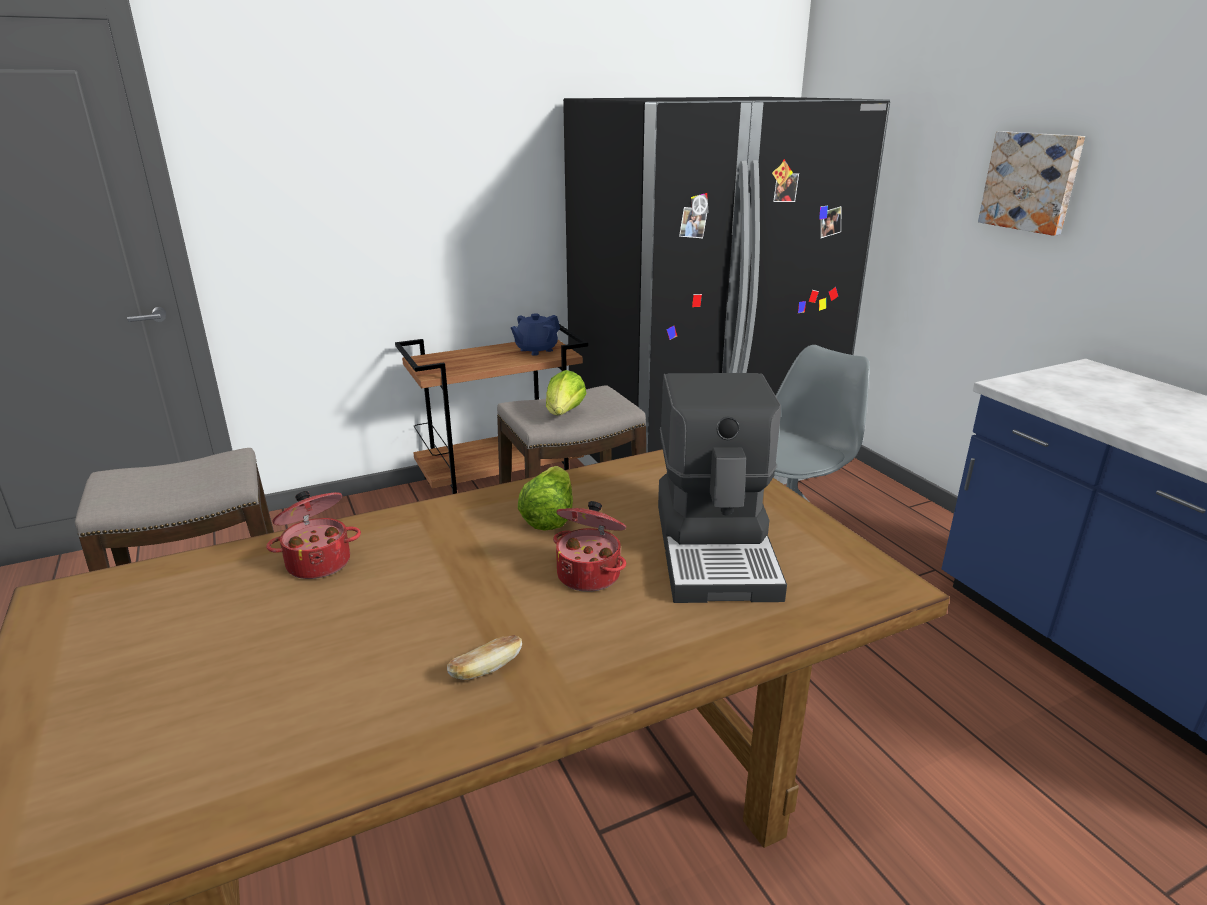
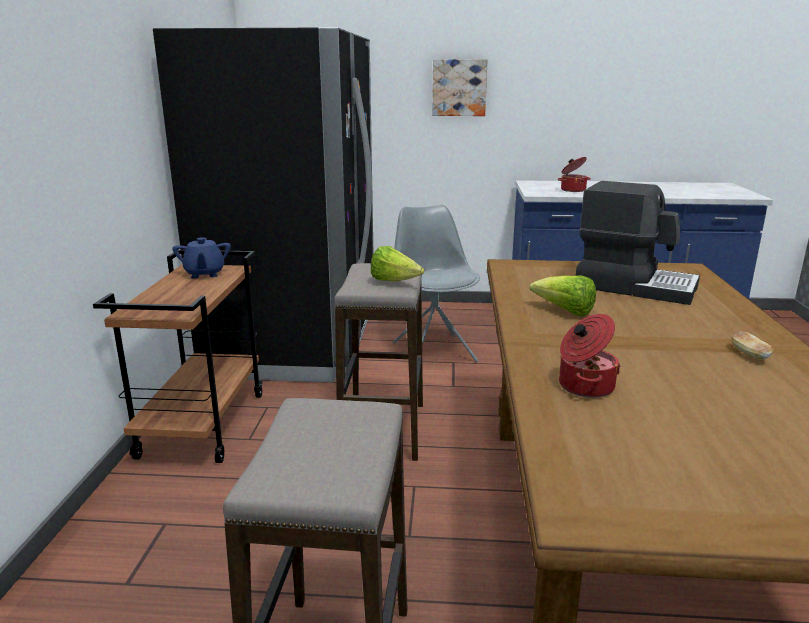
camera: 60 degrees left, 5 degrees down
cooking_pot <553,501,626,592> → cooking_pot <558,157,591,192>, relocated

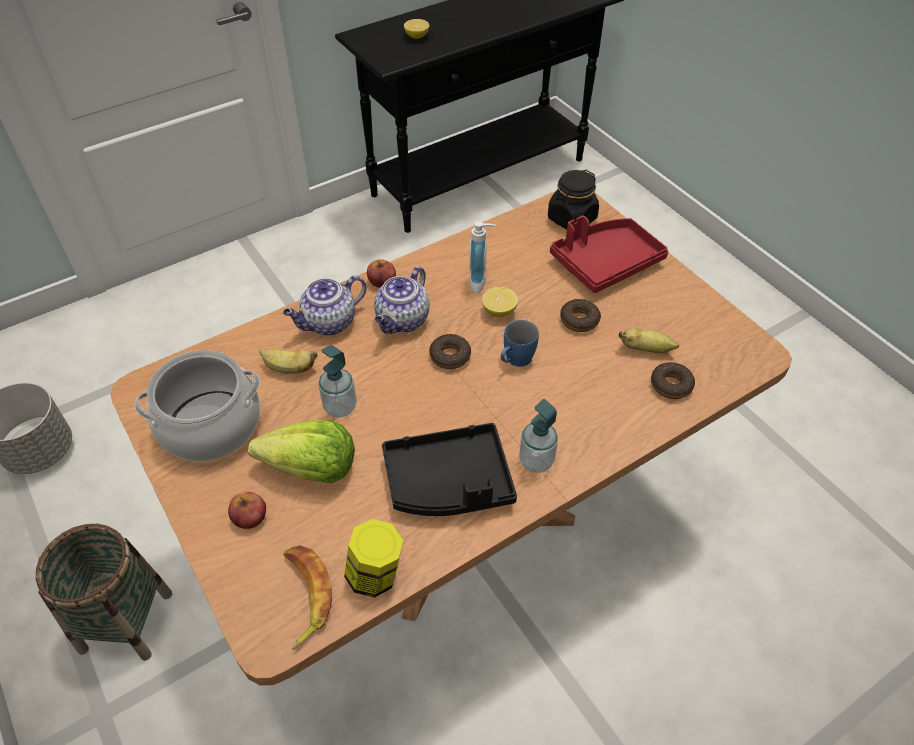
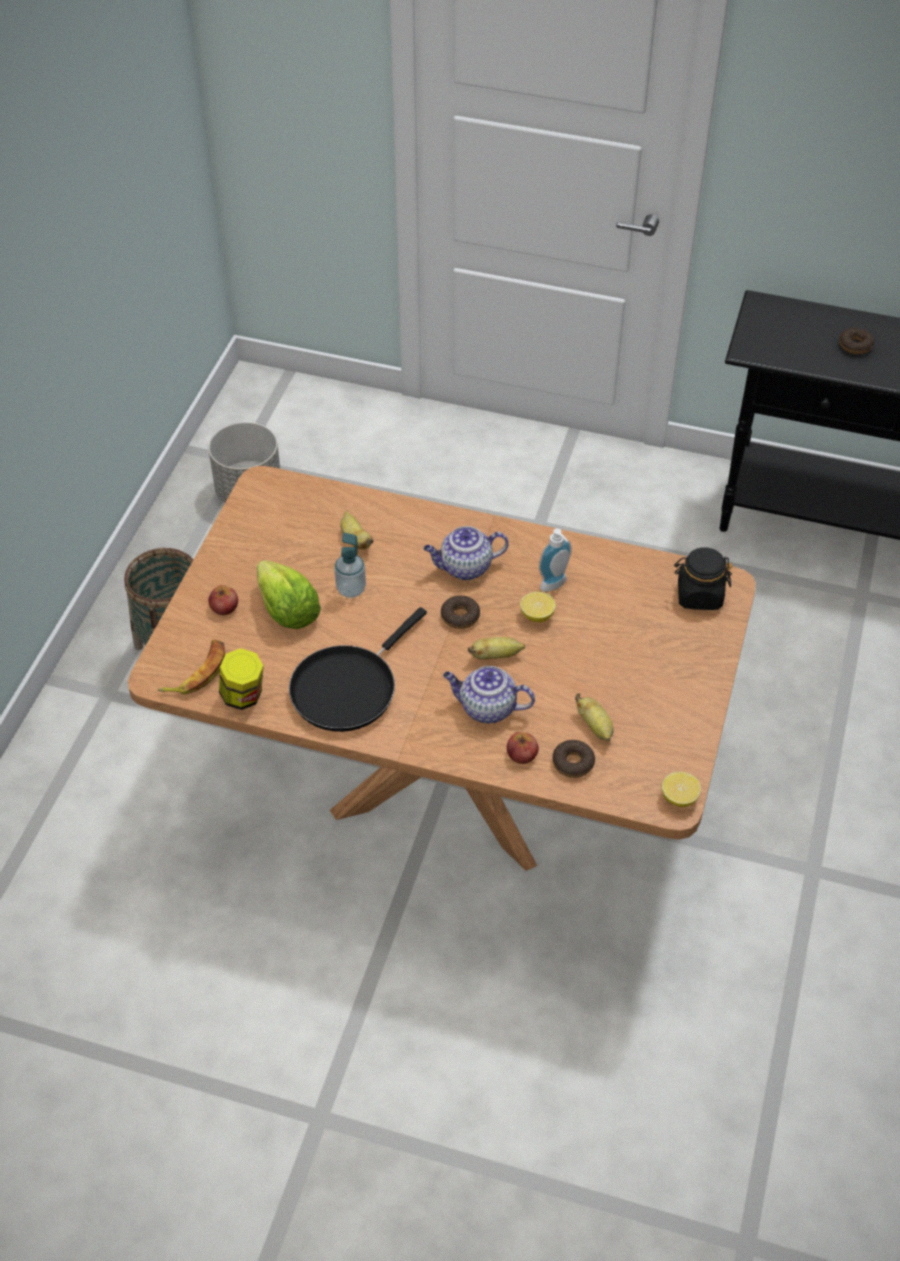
camera: 50 degrees right, 0 degrees up
black_serving_tray <382,423,517,516> → black_pan <289,607,427,732>
tea_pot <283,275,367,336> → tea_pot <443,666,535,723>, relocated
bluish_tea_mug <501,320,539,367> → banana <468,637,525,660>
apple <367,259,396,288> → apple <507,732,539,764>, relocated
lemon <404,19,429,39> → lemon <661,772,701,807>, relocated
ring_doughnut <560,299,601,332> → ring_doughnut <839,327,874,354>, relocated
cooking_pot <135,350,260,462> → -
liquid_soap_bottle <519,399,558,473> → -
red-coloured_serving_tray <550,216,669,293> → -

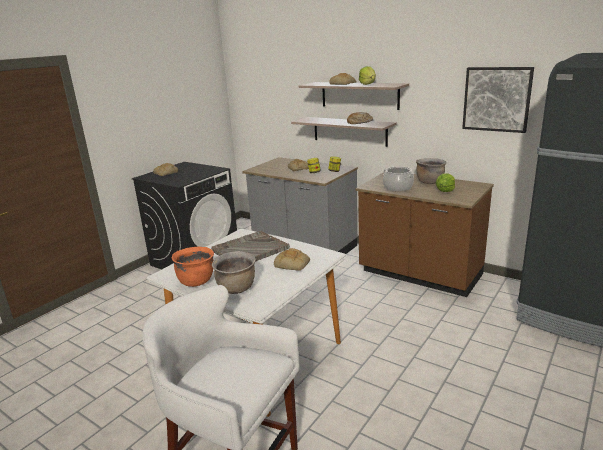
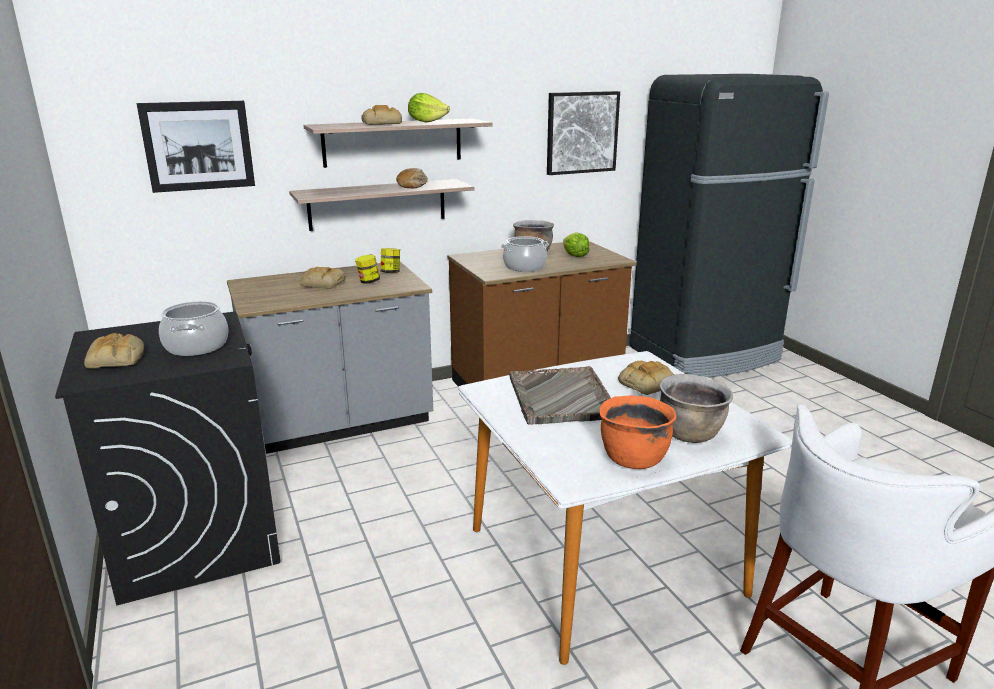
camera: 60 degrees left, 0 degrees up
- → wall_picture <137,101,255,193>
- → cooking_pot <159,301,228,356>

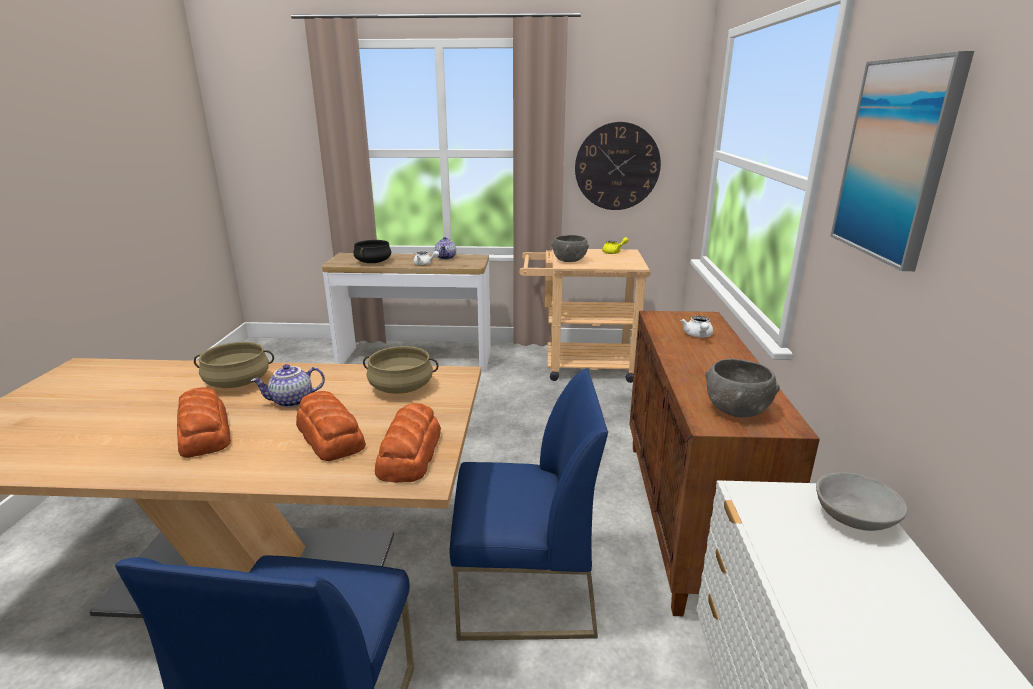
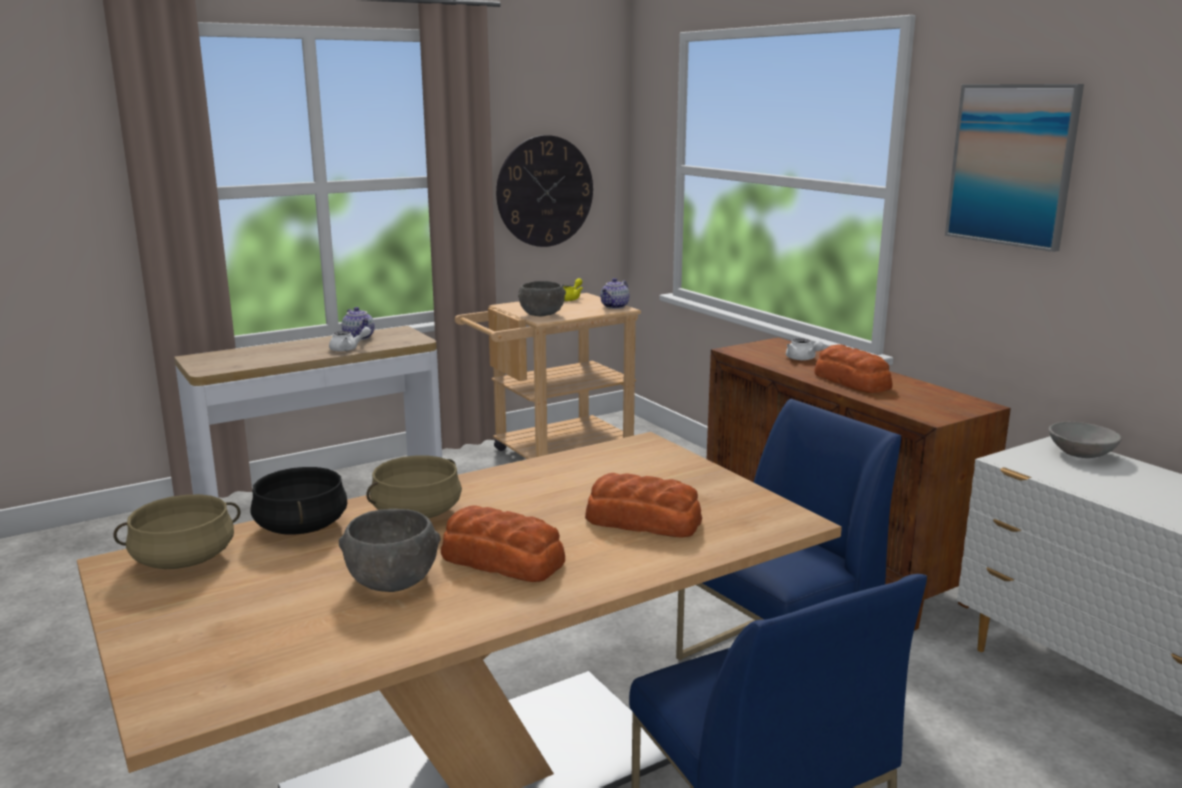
camera: 35 degrees left, 5 degrees down
beige-coloured_cooking_pot <363,346,438,394> → beige-coloured_cooking_pot <113,494,241,569>, relocated
black_cooking_pot <354,240,391,263> → black_cooking_pot <251,467,347,535>, relocated
greyish_bowl <705,359,780,418> → greyish_bowl <339,509,440,592>, relocated
tea_pot <251,364,325,408> → tea_pot <600,278,630,309>, relocated
baked_bread <375,403,441,483> → baked_bread <814,344,892,393>, relocated

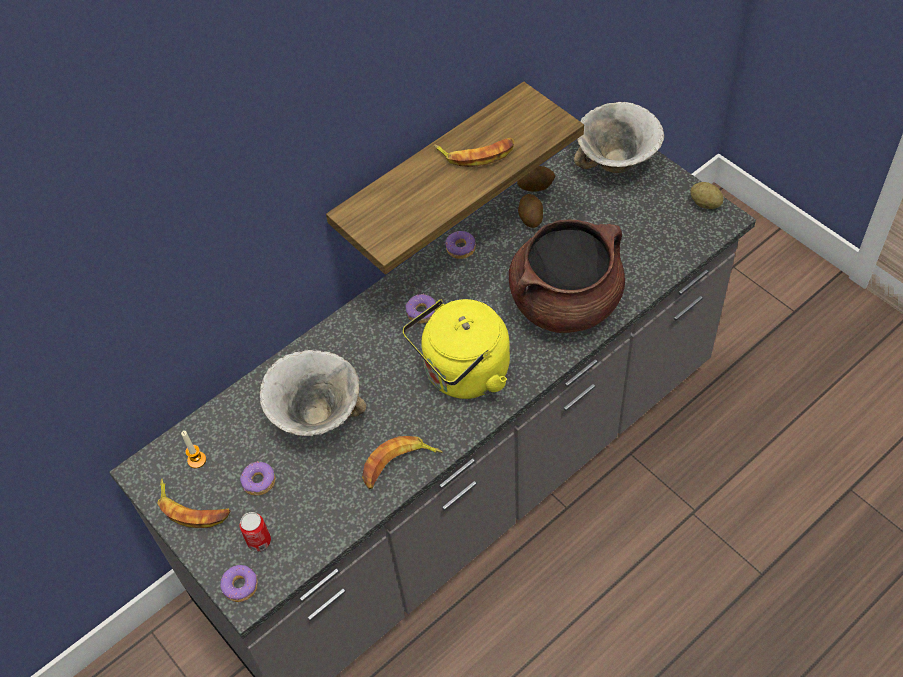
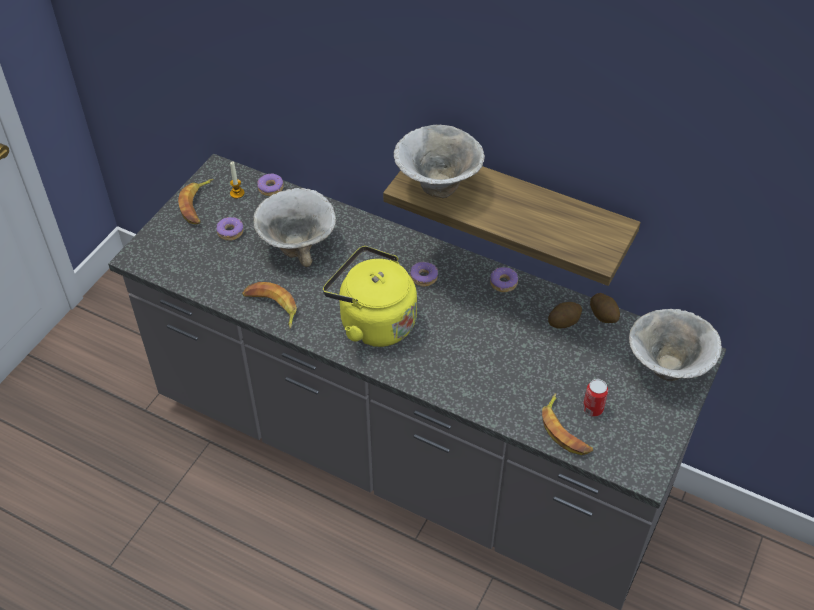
camera: 65 degrees right, 5 degrees down
ring_doughnut <220,565,258,602> → ring_doughnut <257,174,284,196>, relocated
- → bowl <394,125,485,198>
banana <434,138,514,167> → banana <542,393,593,455>, relocated
can <239,512,271,551> → can <583,379,608,417>, relocated
brown_cooking_pot <509,219,625,333> → -
whole_potato <690,182,724,209> → -

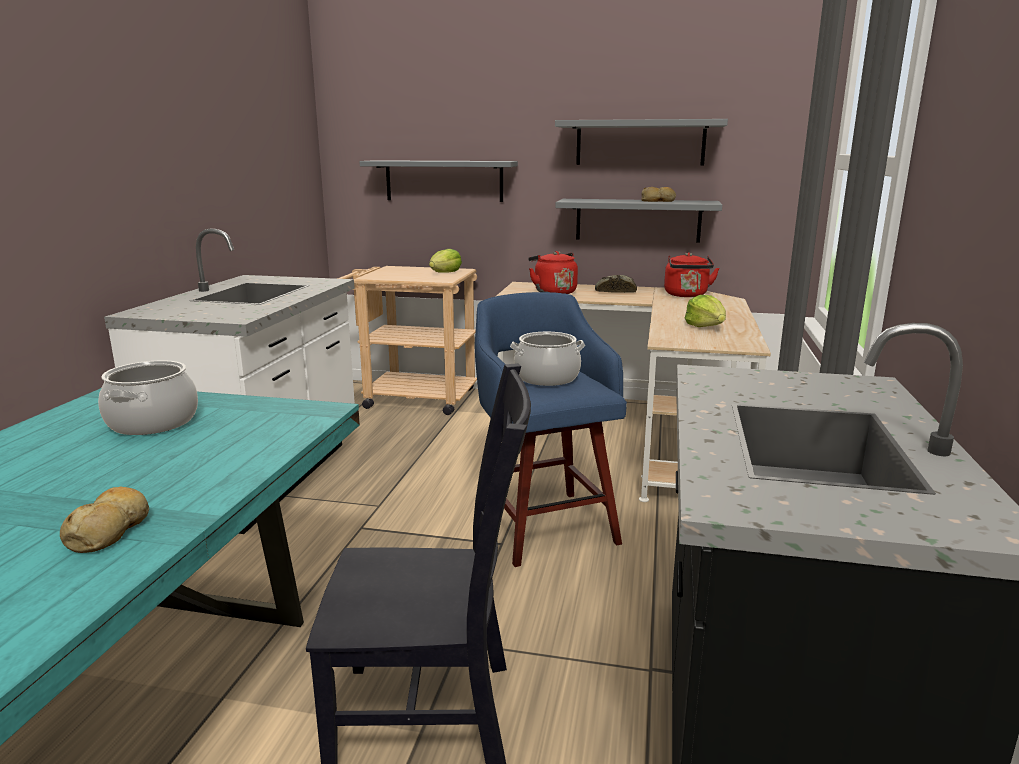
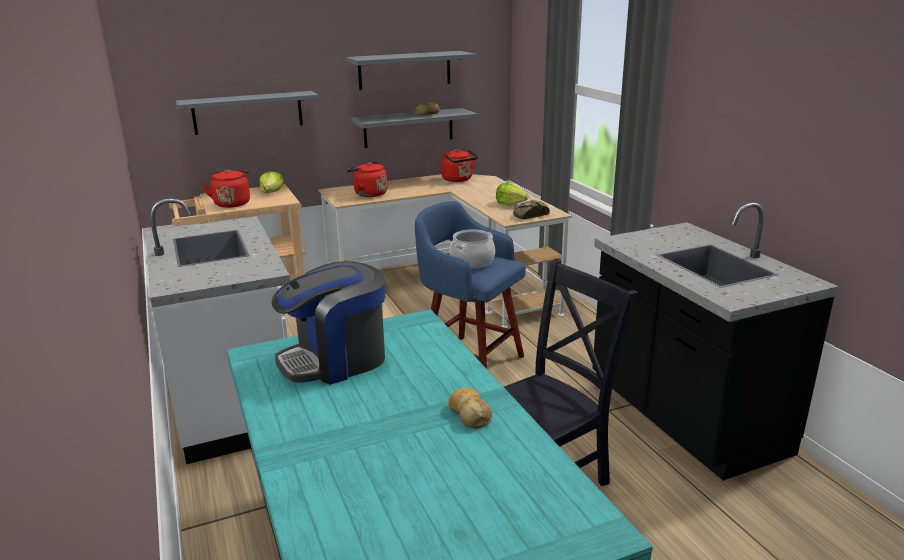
camera: 35 degrees left, 5 degrees up
- → red-coloured_kettle <202,169,250,208>
cooking_pot <98,360,198,435> → coffee_machine <272,261,385,385>
baked_bread <595,275,637,293> → baked_bread <513,200,550,219>, relocated

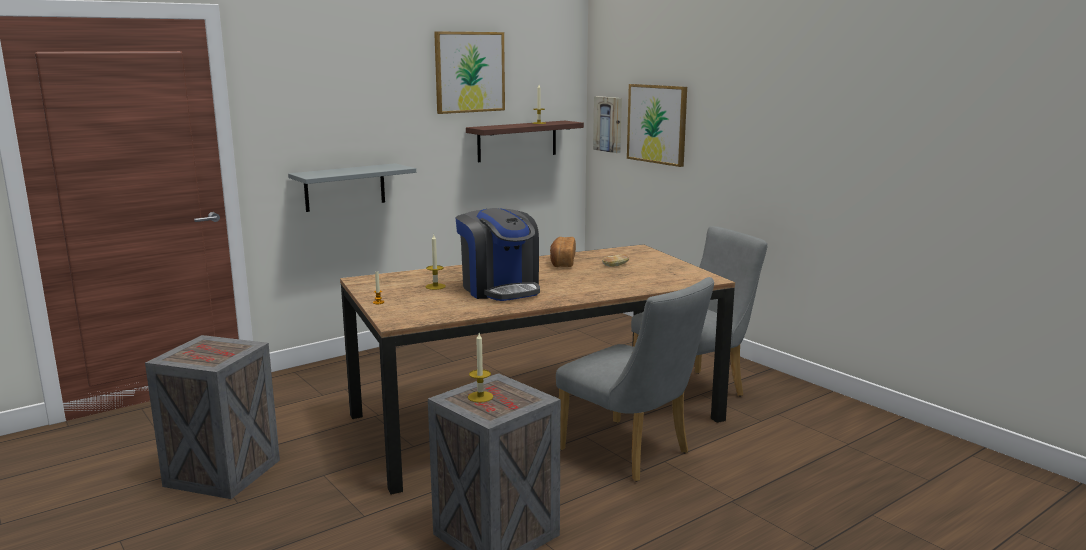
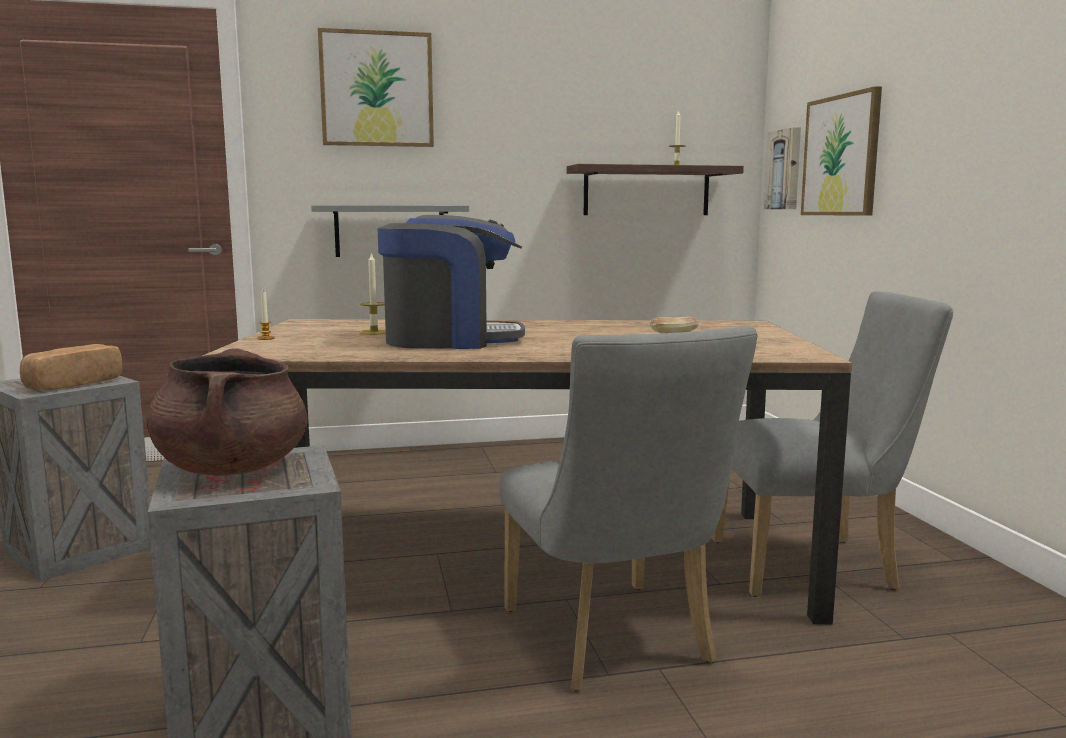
camera: 25 degrees right, 5 degrees down
baked_bread <550,237,576,267> → baked_bread <20,344,122,390>, relocated
wax_light <468,333,493,403> → brown_cooking_pot <147,348,307,476>
wall_picture <434,31,505,114> → wall_picture <318,28,434,147>, relocated
coffee_machine <455,208,540,301> → coffee_machine <378,215,525,349>, 90 degrees counterclockwise

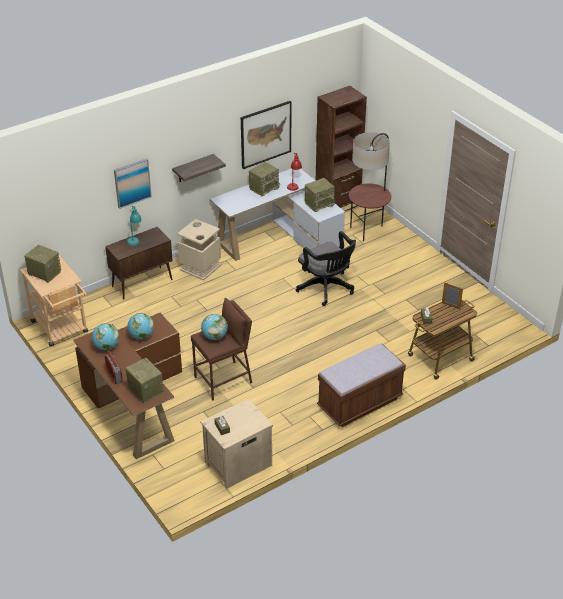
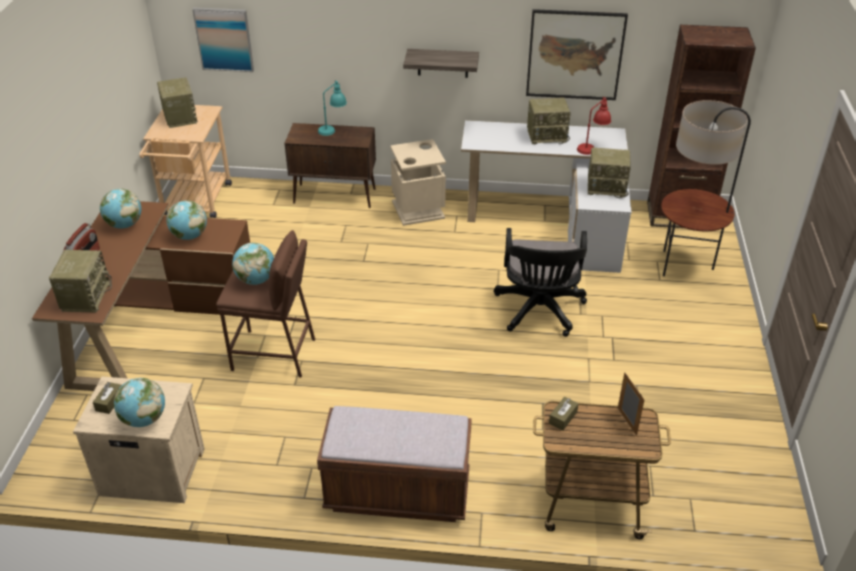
camera: 40 degrees right, 0 degrees up
- → desk_globe <114,378,165,427>
wall_picture <114,158,152,209> → wall_picture <192,8,254,72>, relocated

